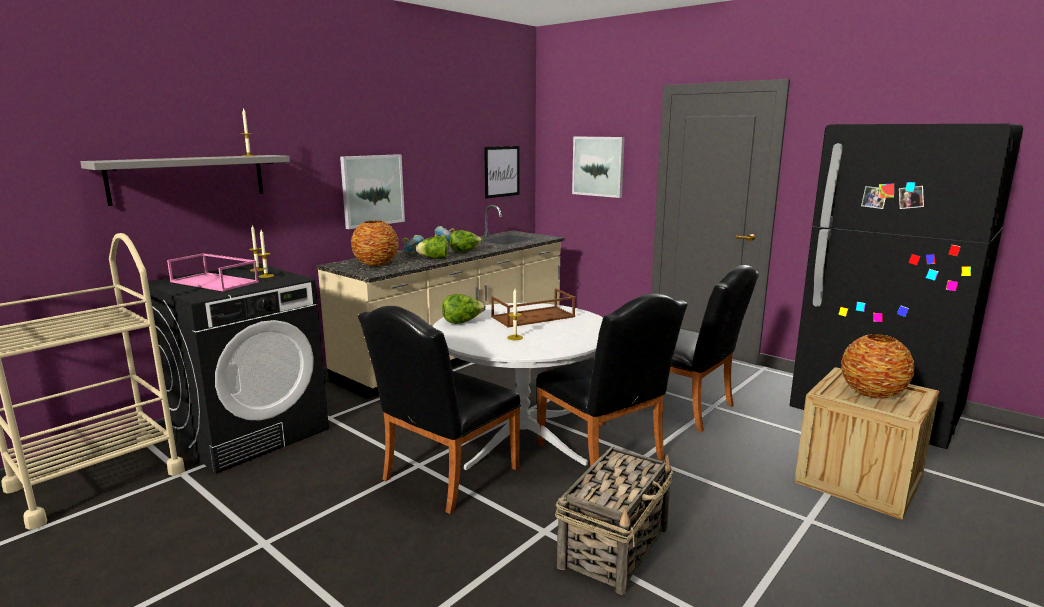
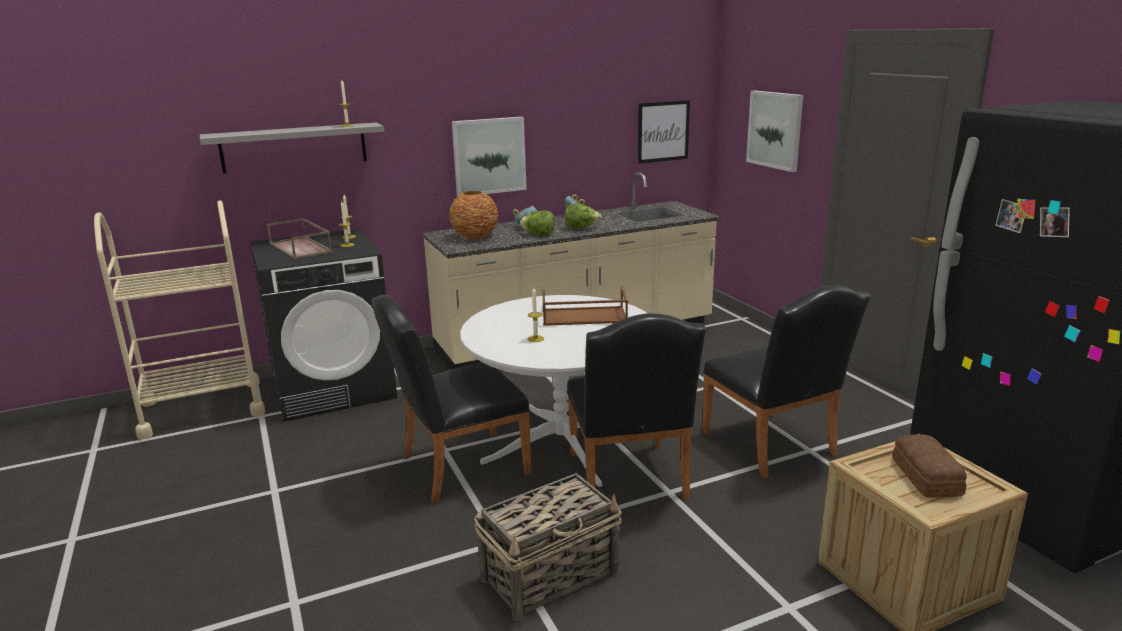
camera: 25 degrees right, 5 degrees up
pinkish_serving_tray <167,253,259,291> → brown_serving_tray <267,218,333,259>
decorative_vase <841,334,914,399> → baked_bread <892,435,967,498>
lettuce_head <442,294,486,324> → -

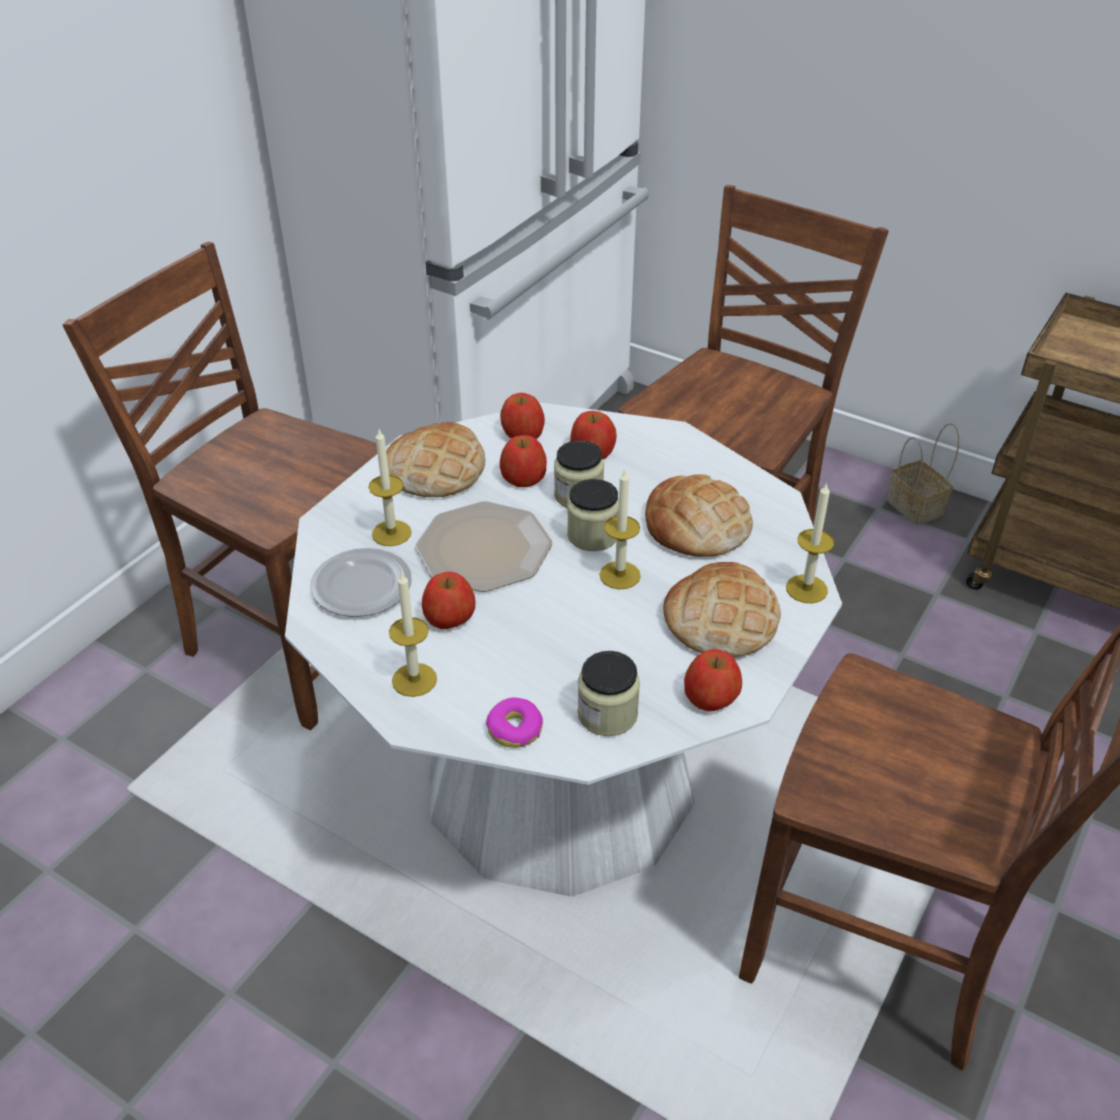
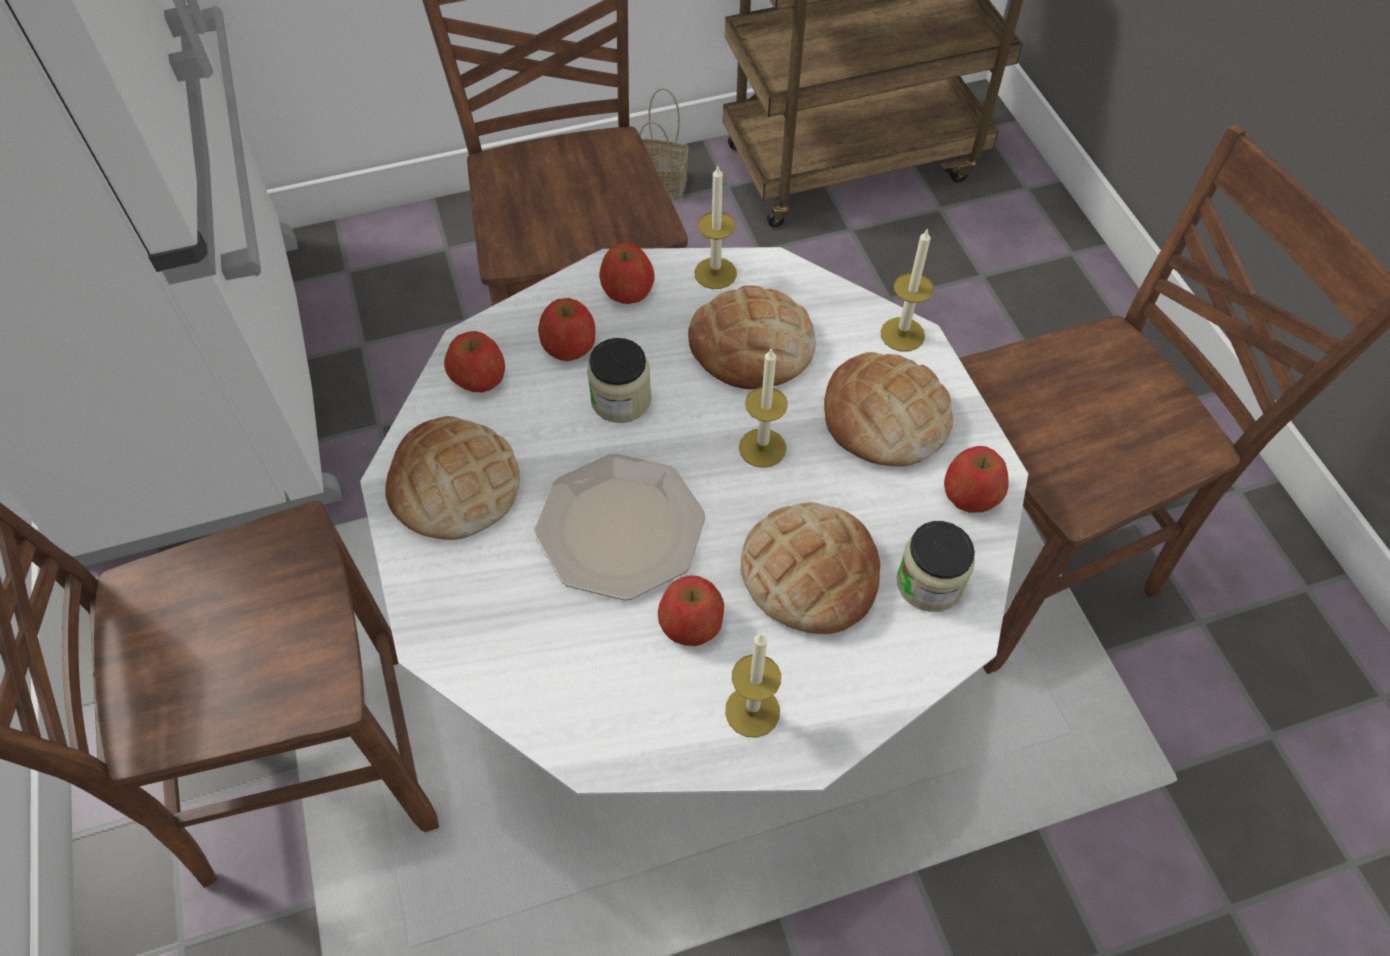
camera: 50 degrees left, 15 degrees up
apple <500,435,547,487> → apple <599,243,655,304>, relocated
wax_light <368,430,412,546> → wax_light <694,166,737,289>, relocated
- → baked_bread <741,502,880,634>
dinner_plate <310,548,412,617> → -
ring_doughnut <486,697,543,748> → -
jar <567,479,619,551> → -

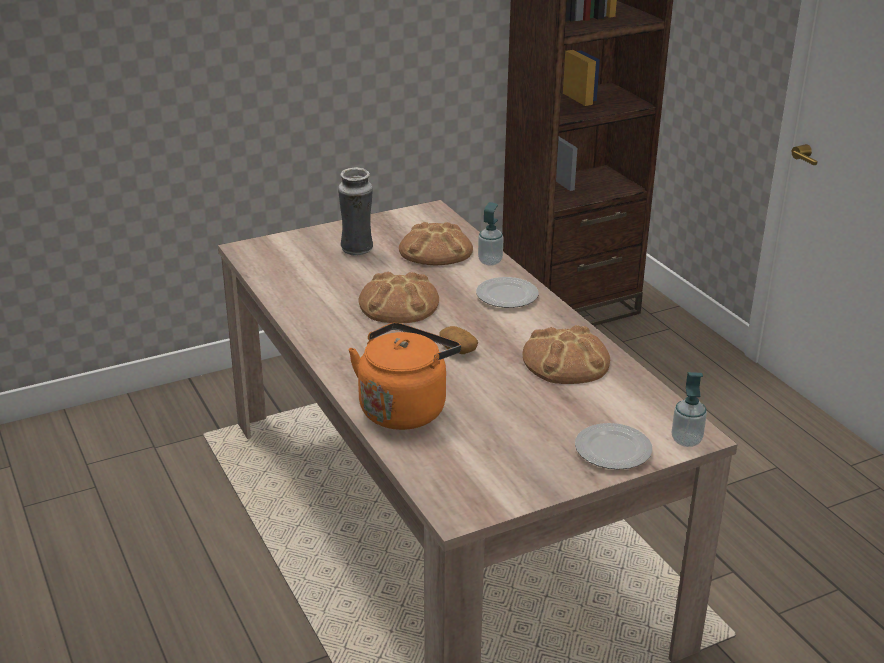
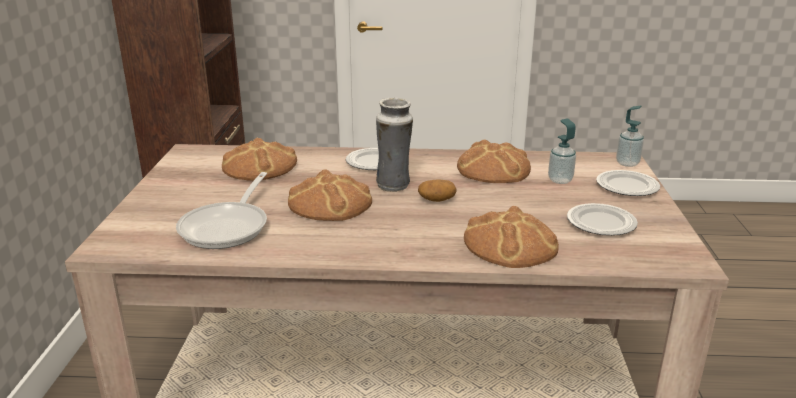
camera: 60 degrees left, 5 degrees down
- → pan <176,172,267,249>
decorative_vase <338,167,373,256> → decorative_vase <376,97,413,192>, relocated
orange_kettle <348,323,461,430> → baked_bread <464,206,559,268>
liquid_soap_bottle <478,202,504,266> → liquid_soap_bottle <548,118,576,184>, relocated
- → dinner_plate <567,203,638,236>

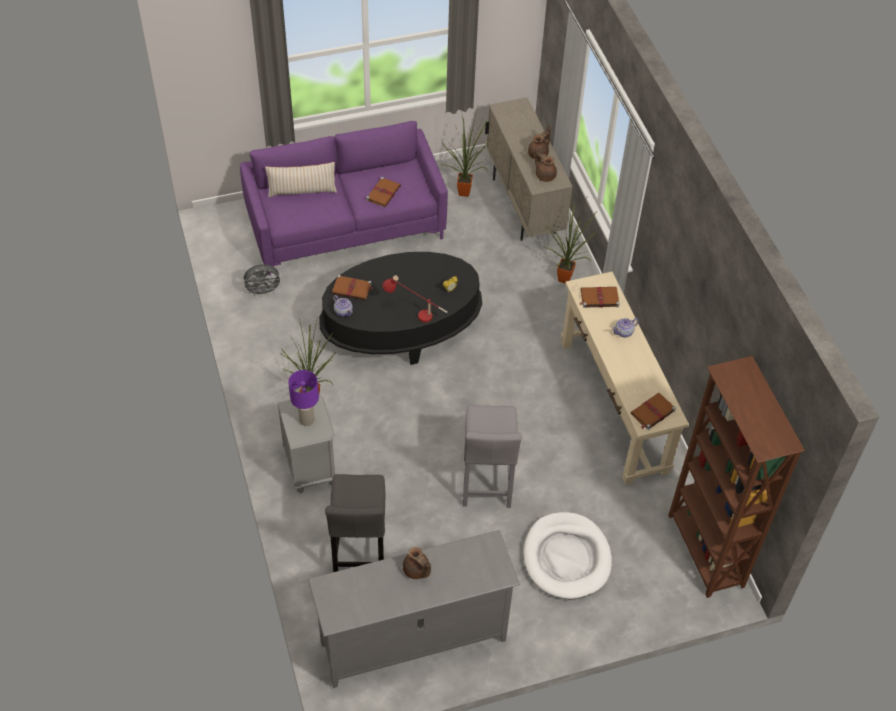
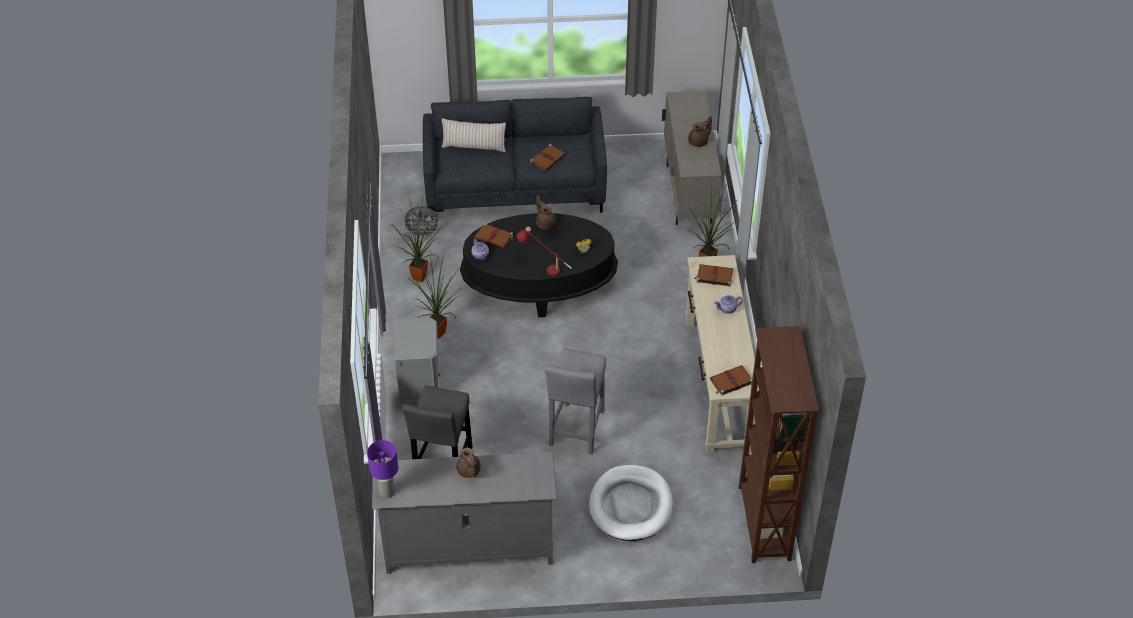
camera: 15 degrees right, 5 degrees down
purple_table_lamp <288,370,319,426> → purple_table_lamp <367,440,398,498>, relocated
houseplant <441,106,490,197> → houseplant <393,192,441,282>, relocated
purple_sofa <240,121,448,276> → greyish_sofa <423,97,607,220>
brown_tea_pot <534,147,557,182> → brown_tea_pot <536,195,556,230>, relocated

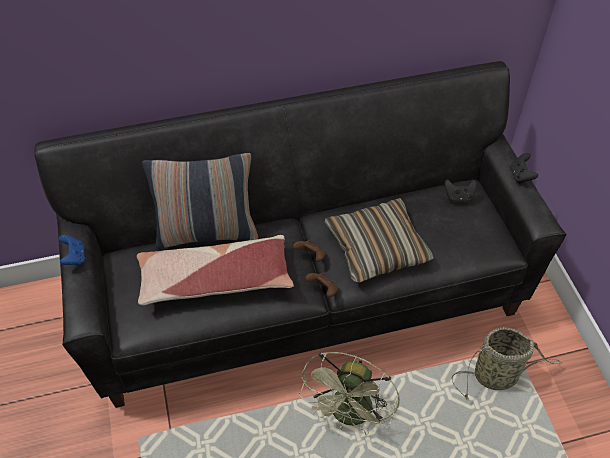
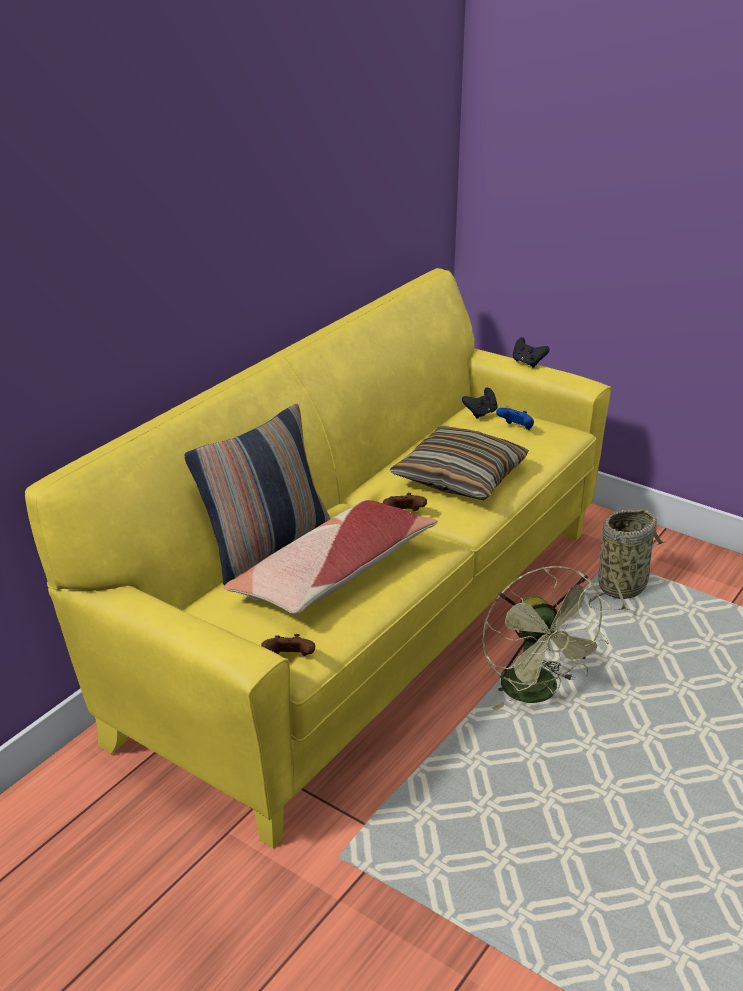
camera: 40 degrees left, 20 degrees down
black_sofa <34,61,567,408> → yellow-coloured_sofa <25,268,611,848>
brown_game_controller <305,272,338,297> → brown_game_controller <261,634,315,656>, relocated
bluish_game_controller <59,235,85,265> → bluish_game_controller <496,408,534,430>, relocated

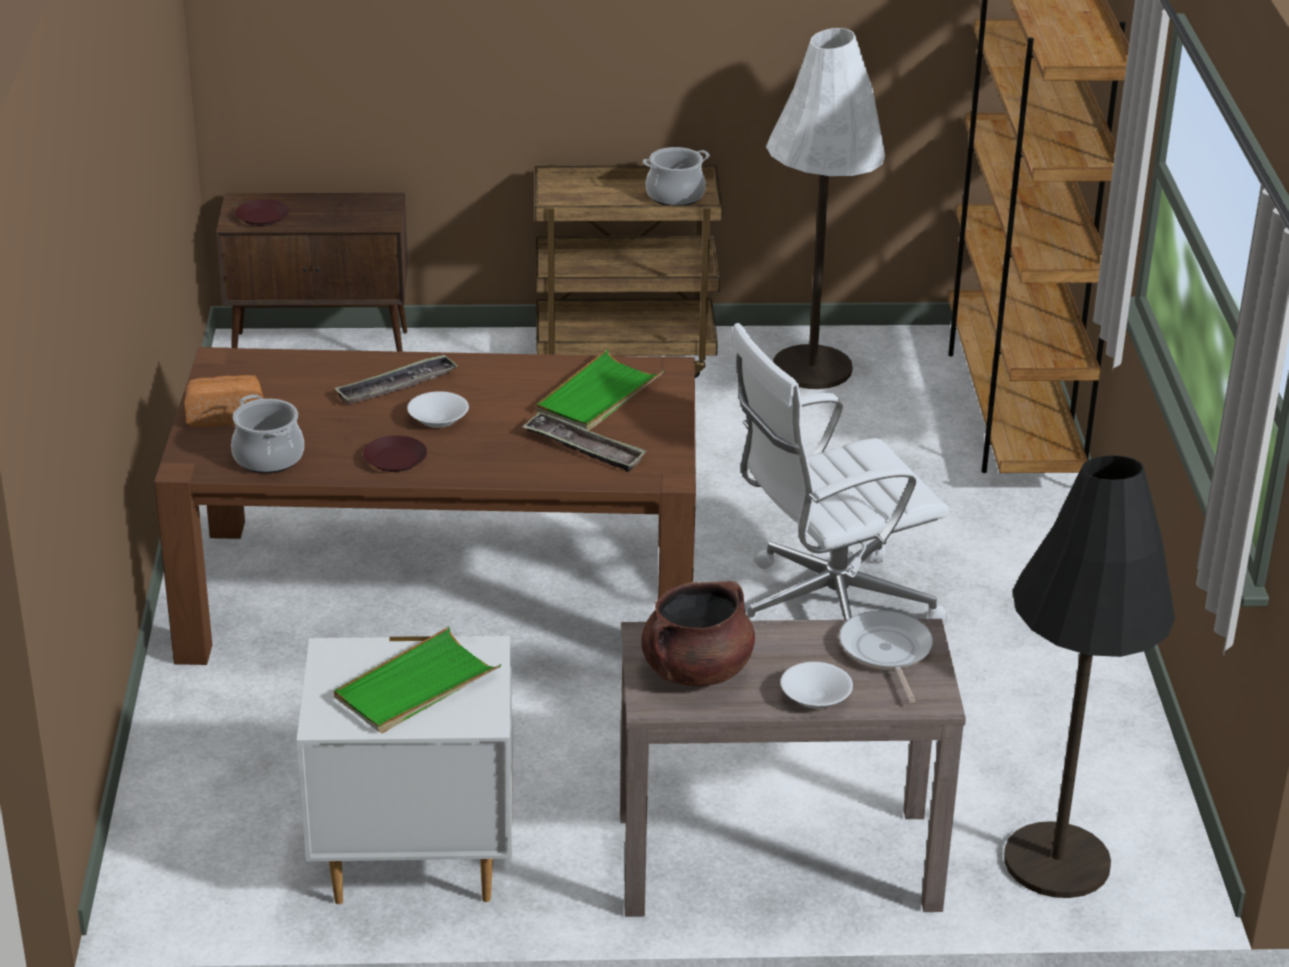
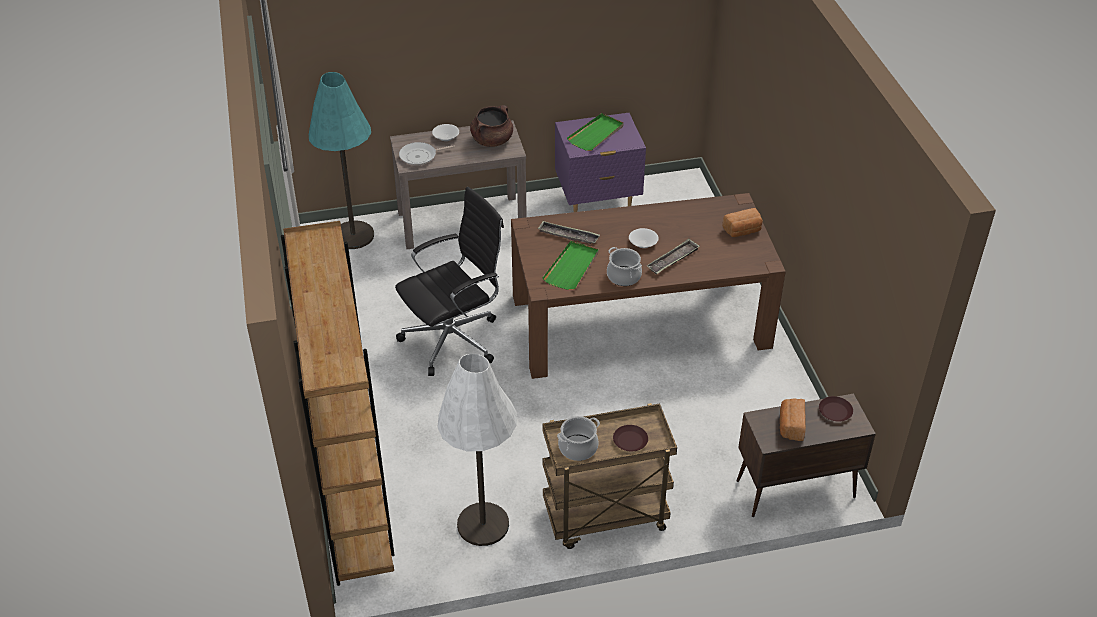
camera: 170 degrees right, 10 degrees up
black_floor_lamp <1004,455,1175,898> → turquoise-coloured_floor_lamp <309,72,374,249>
white-coloured_desk_chair <730,323,949,623> → black_desk_chair <395,187,504,376>
pan <839,610,933,703> → pan <399,142,455,166>, 90 degrees clockwise
white-coloured_night_table <297,636,513,904> → purple_night_table <555,113,646,212>
cooking_pot <231,395,304,473> → cooking_pot <607,247,642,286>, relocated
brown_dinner_plate <363,436,427,472> → brown_dinner_plate <613,425,648,451>, relocated
- → baked_bread <780,398,806,441>

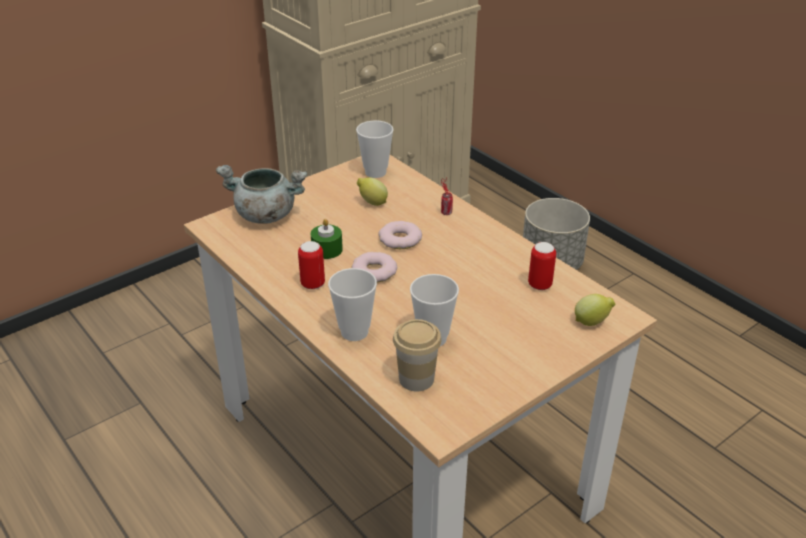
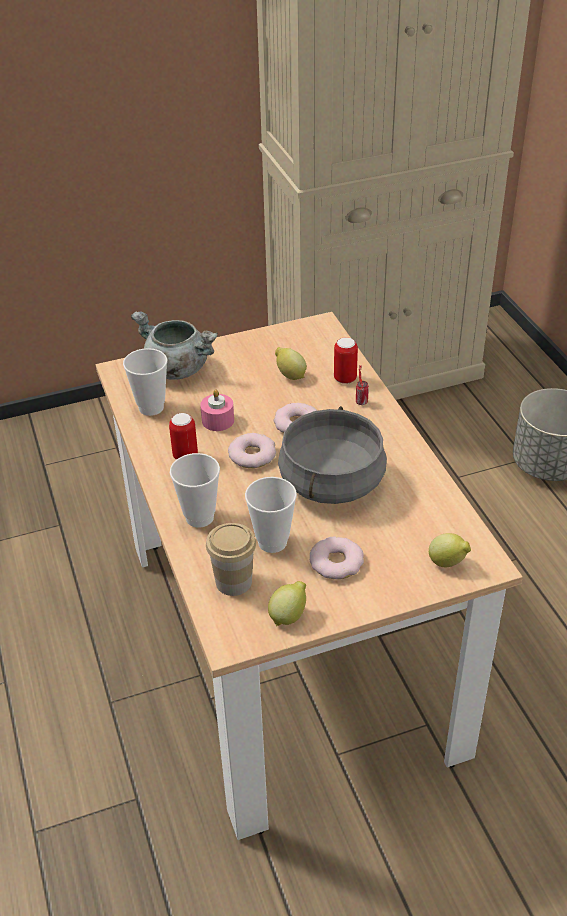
camera: 20 degrees right, 5 degrees up
drinking_cup <356,120,394,178> → drinking_cup <123,348,167,416>, relocated
green_wax_light <311,219,343,259> → pinkish_wax_light <200,390,234,431>
- → lemon <268,581,306,626>
- → greyish_cooking_pot <278,406,387,504>
- → ring_doughnut <310,537,364,579>
can <528,242,556,290> → can <334,337,358,384>, relocated

